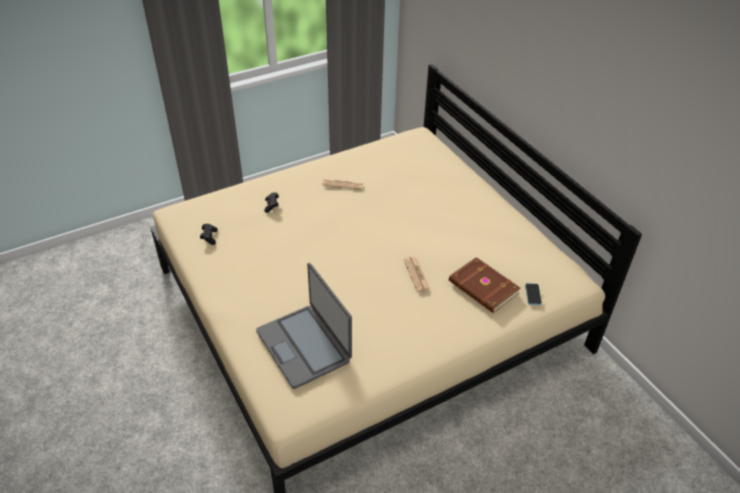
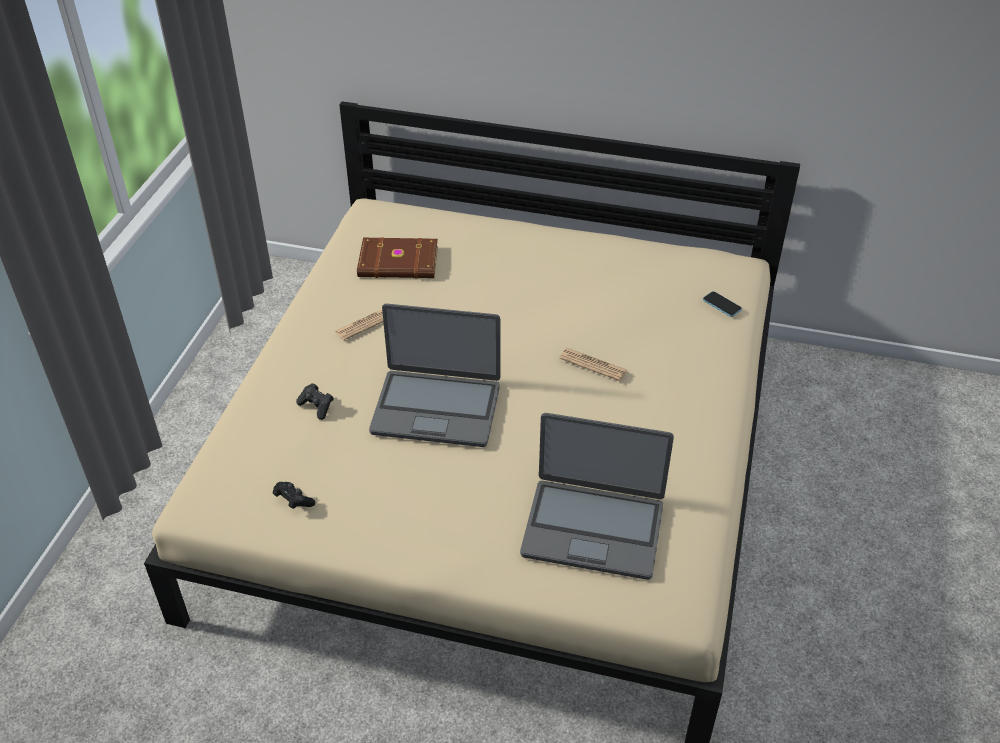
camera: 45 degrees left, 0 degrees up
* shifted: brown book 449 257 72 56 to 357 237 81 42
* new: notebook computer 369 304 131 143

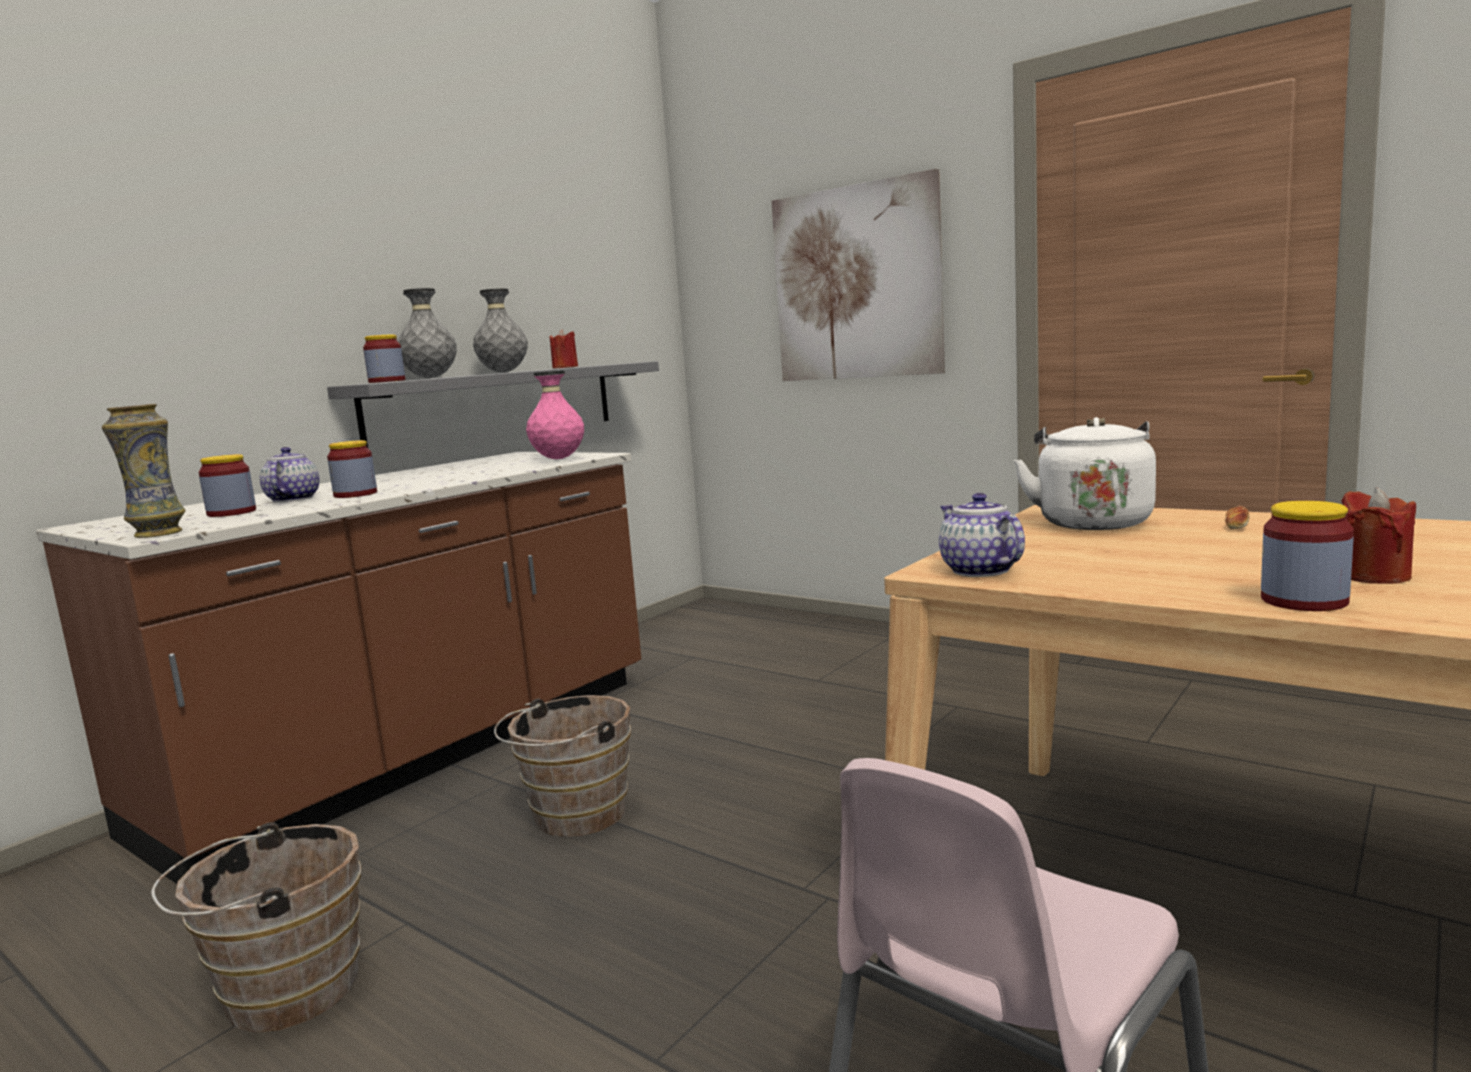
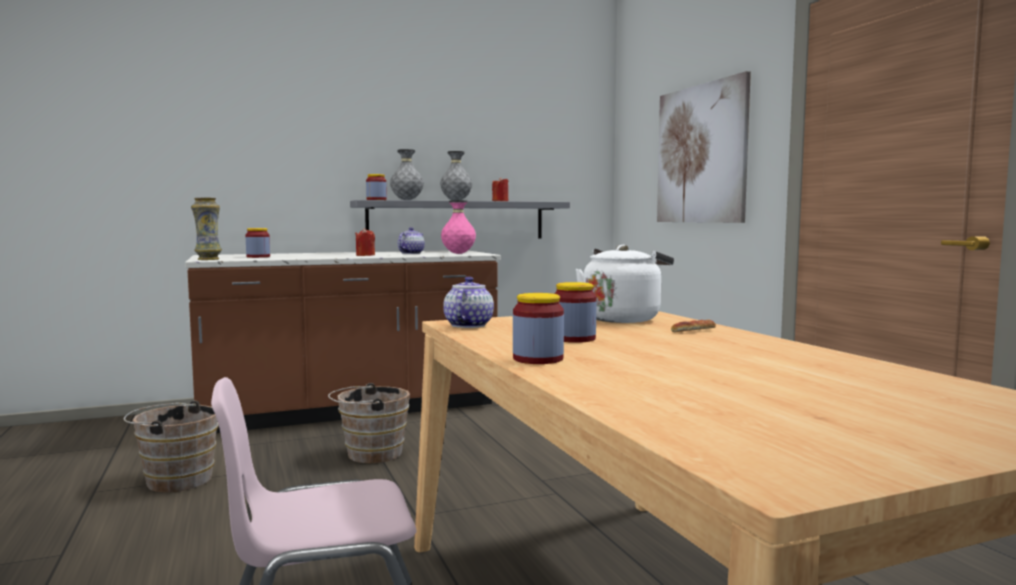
camera: 30 degrees right, 5 degrees down
* shifted: preserve jar 327 440 50 58 to 555 282 42 61
* shifted: pot for tea 260 447 60 55 to 398 227 27 27
* shifted: reddish wax candle 1341 487 75 97 to 355 228 20 28

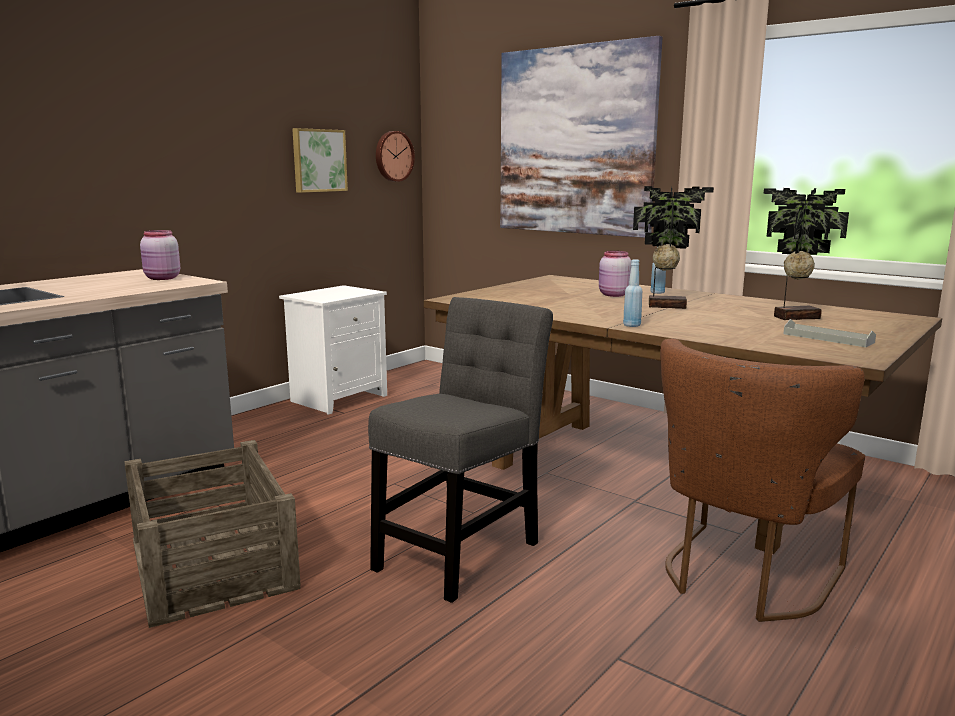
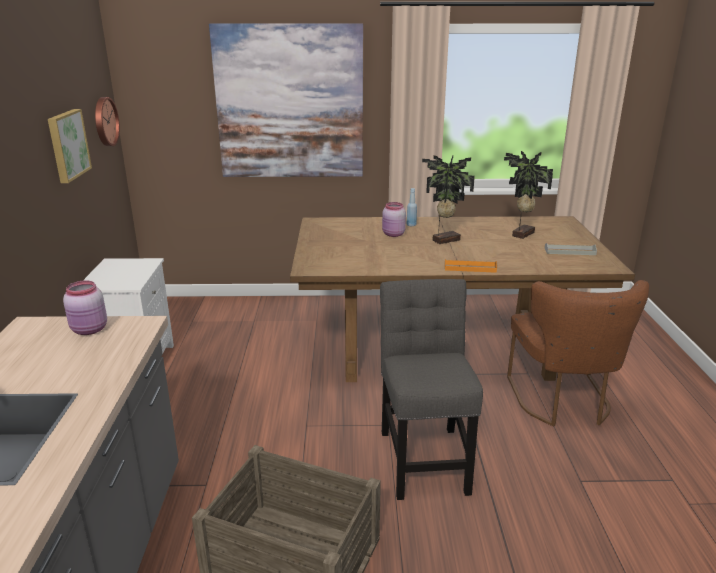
camera: 40 degrees left, 10 degrees up
* swapped: blue-coloured beverage bottle 623 259 19 68 to orangey carrying tray 445 259 52 14

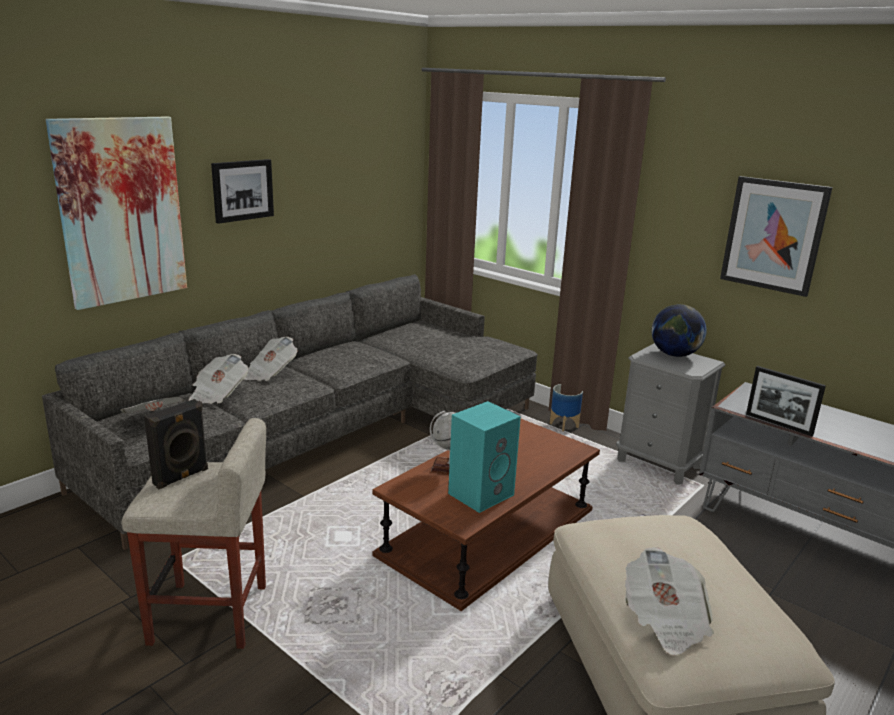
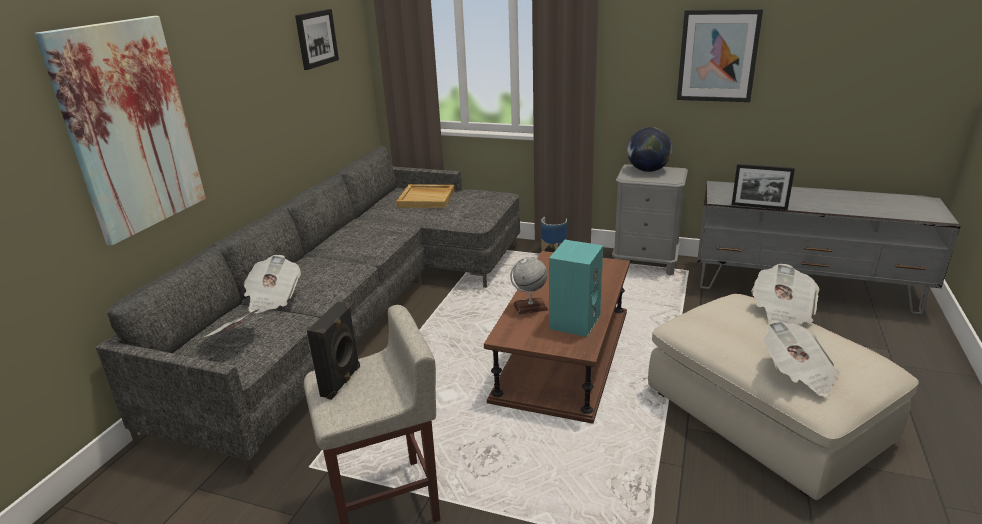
camera: 20 degrees left, 5 degrees up
* shifted: picture 211 159 63 65 to 295 9 44 61
* shifted: newspaper 245 337 52 44 to 751 264 68 61
* new: sand-coloured carrying tray 396 184 59 24

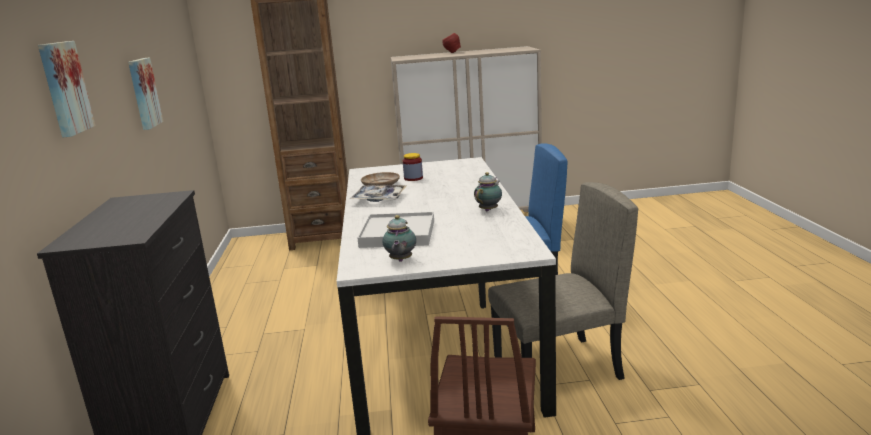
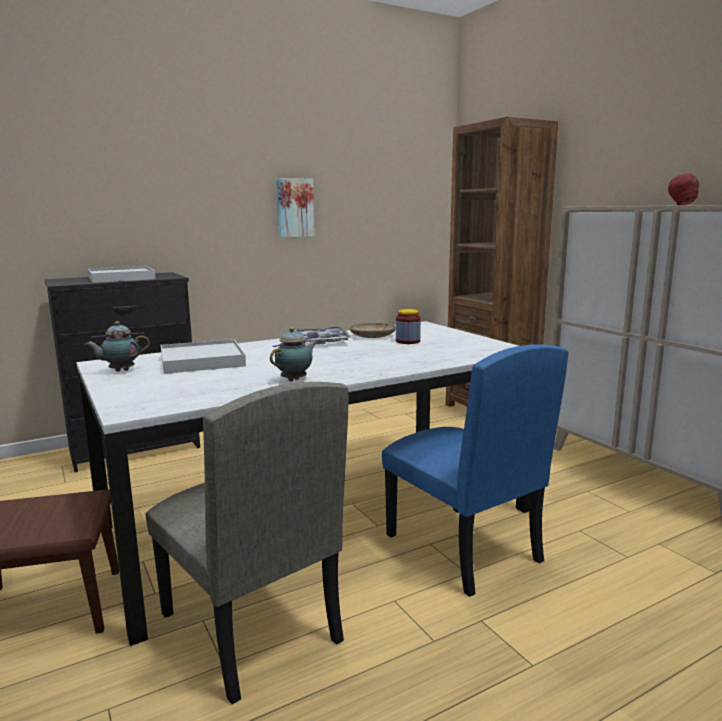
camera: 65 degrees right, 5 degrees down
* gone: picture 38 41 57 96
* rotated: pot for tea 474 172 28 39 = 270 327 47 55 60 degrees counterclockwise
* new: whitish carrying tray 88 266 67 17

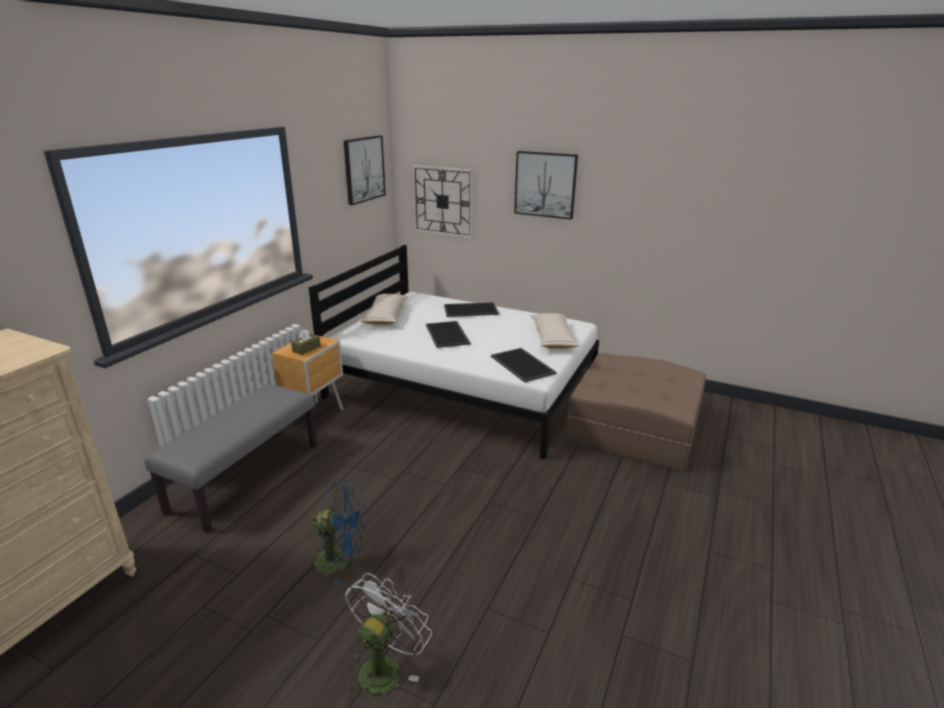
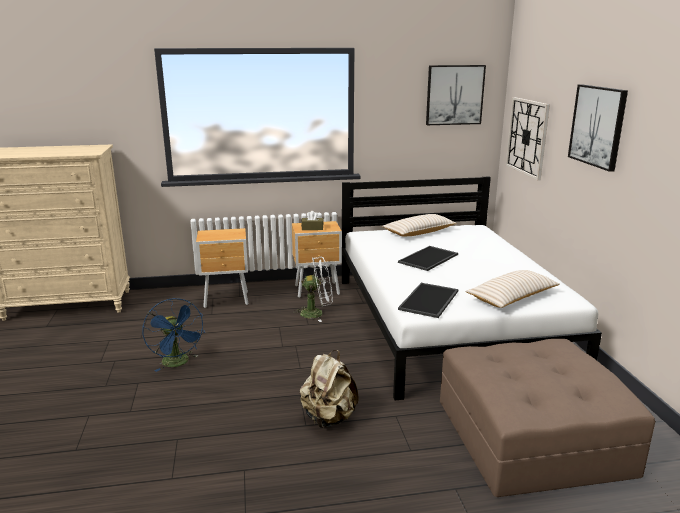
camera: 55 degrees right, 5 degrees down
* gone: carrying tray 444 302 55 15
* swapped: greyish bench 144 384 173 149 to brown bedside table 196 228 53 80
* shifted: whitish fan 345 573 87 125 to 294 257 39 65
* new: sand-coloured rucksack 300 350 59 78

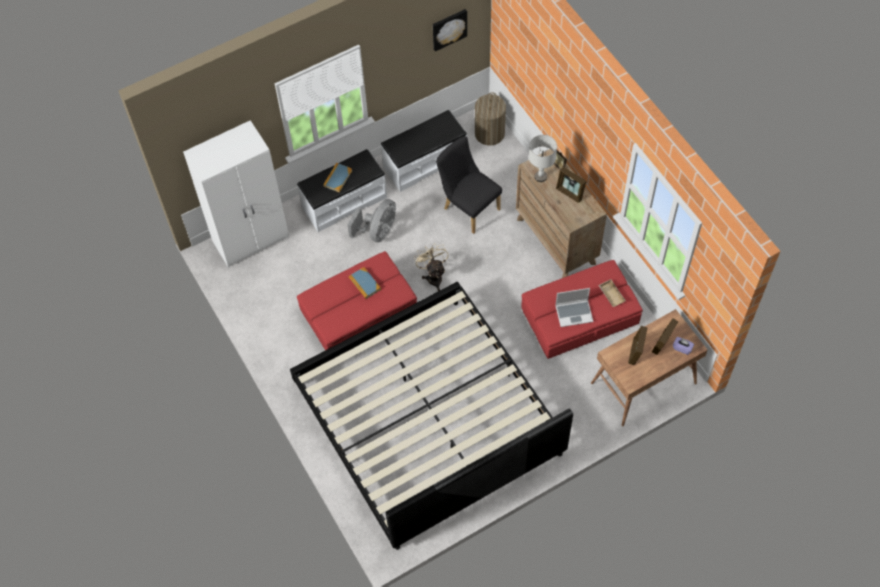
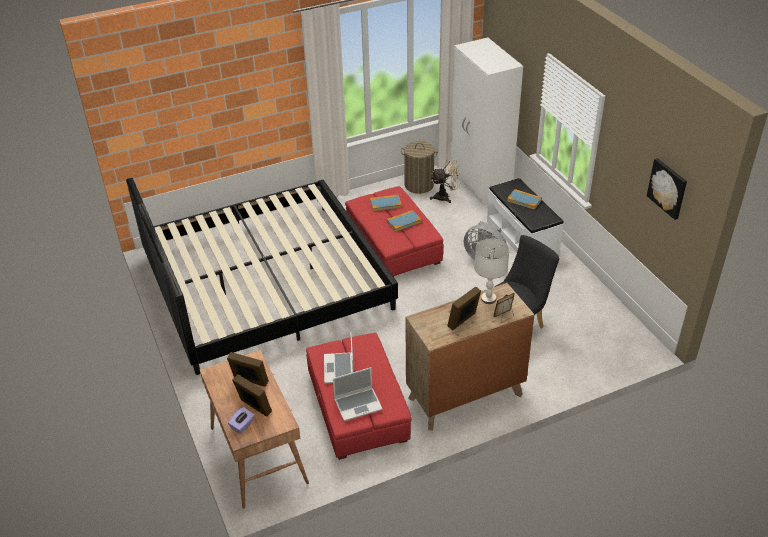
camera: 95 degrees right, 20 degrees down
* shifted: laundry basket 475 92 31 54 to 401 141 37 53
* gone: whitish bench 381 110 86 82
* shifted: sand-coloured fan 414 243 34 48 to 430 159 31 44
* swapped: sand-coloured carrying tray 598 279 28 28 to notebook computer 333 367 50 54
* new: book 370 195 32 16

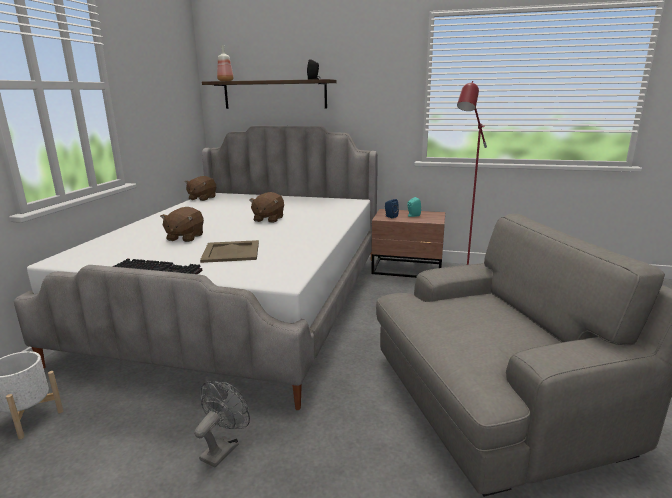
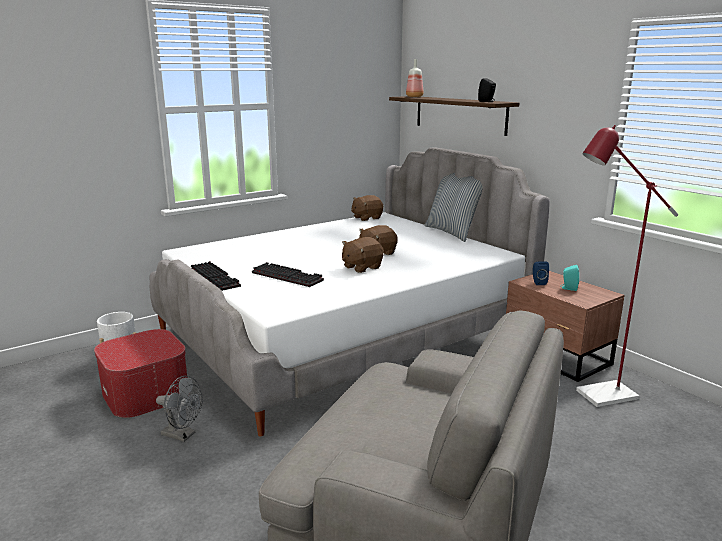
camera: 40 degrees right, 0 degrees up
* shifted: brown cuddly toy 160 207 44 35 to 342 237 42 36
* swapped: sand-coloured carrying tray 200 240 59 23 to computer keyboard 252 262 72 25
* rotated: greyish fan 194 381 56 87 = 156 376 46 66 45 degrees clockwise
* new: cushion 425 173 58 69
* new: ottoman 94 329 93 89

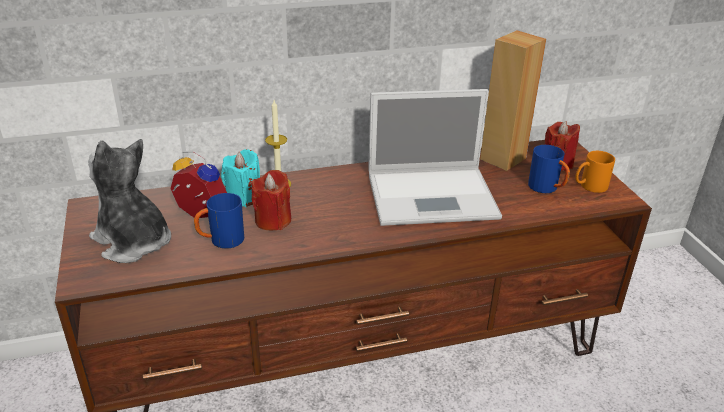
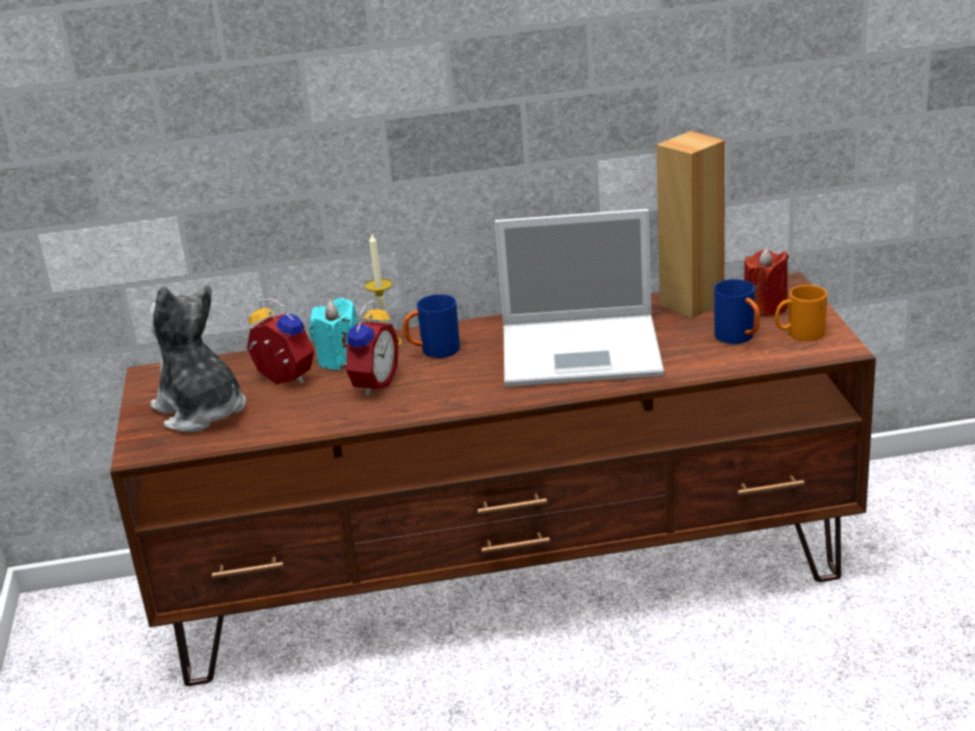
camera: 10 degrees right, 5 degrees down
* swapped: reddish wax candle 251 170 41 61 to table clock 345 300 54 96
* shifted: blue-coloured coffee mug 194 193 50 56 to 403 294 57 64

